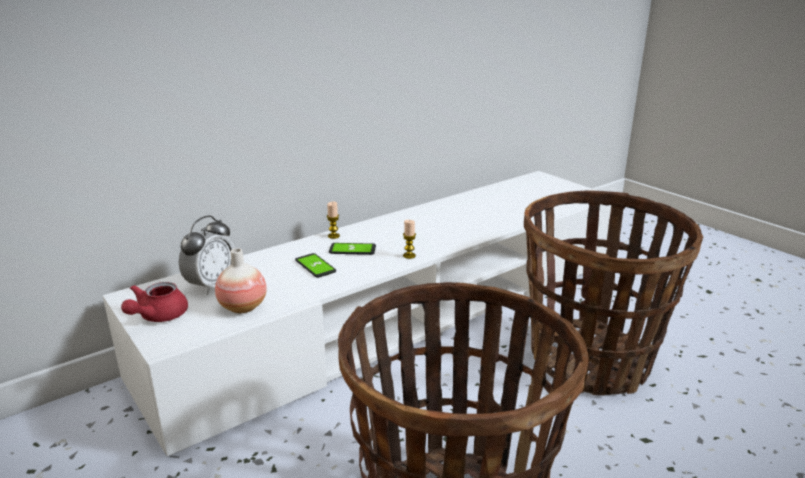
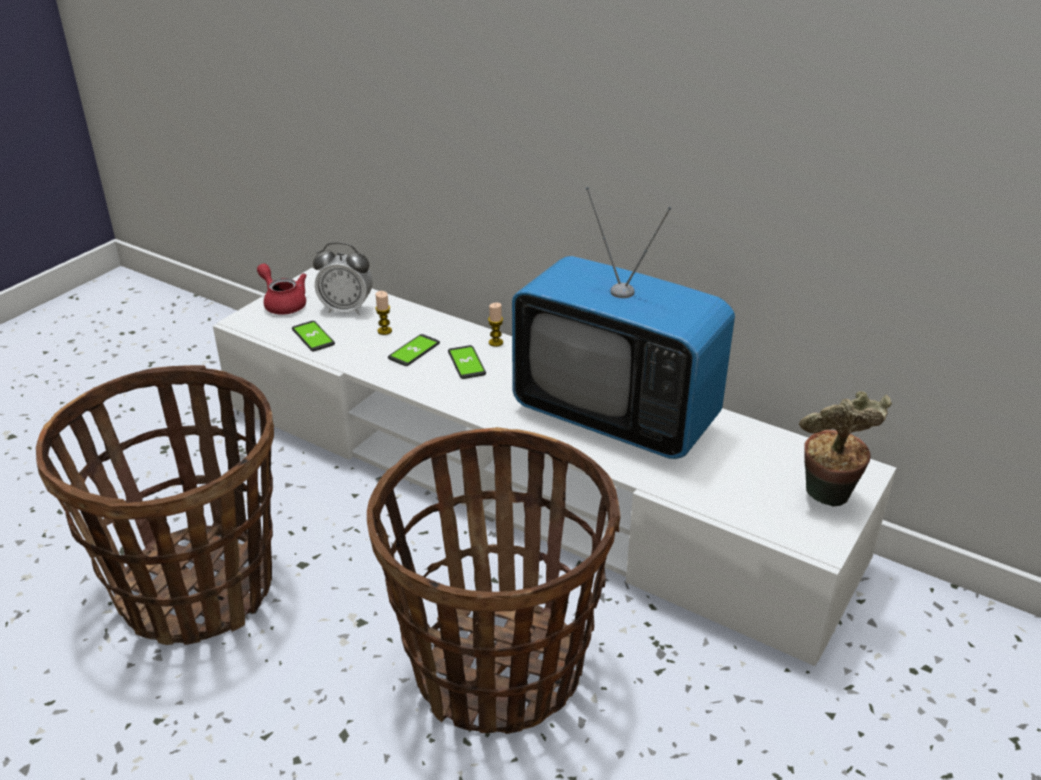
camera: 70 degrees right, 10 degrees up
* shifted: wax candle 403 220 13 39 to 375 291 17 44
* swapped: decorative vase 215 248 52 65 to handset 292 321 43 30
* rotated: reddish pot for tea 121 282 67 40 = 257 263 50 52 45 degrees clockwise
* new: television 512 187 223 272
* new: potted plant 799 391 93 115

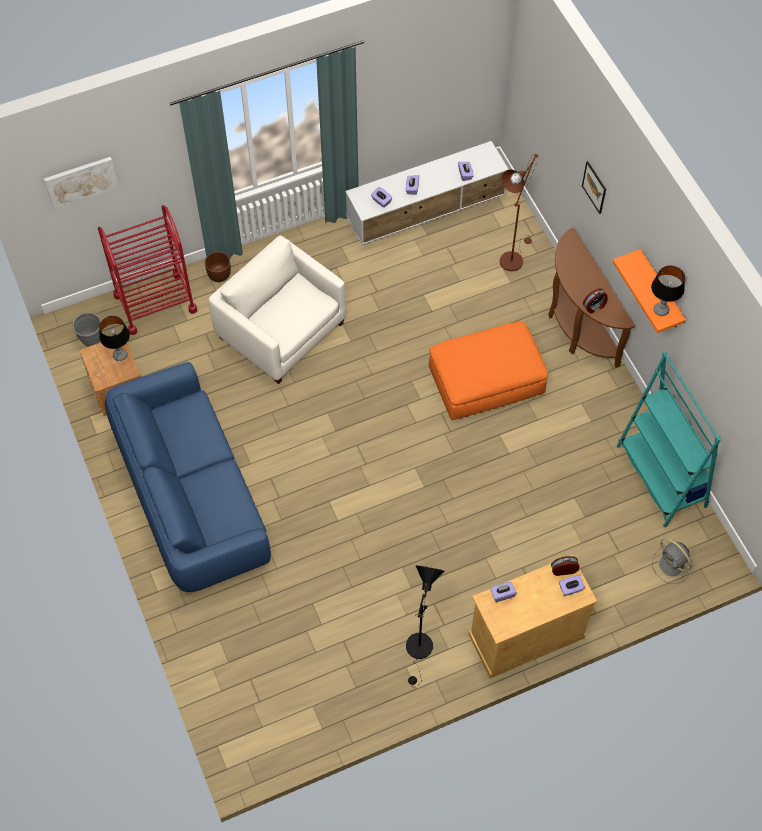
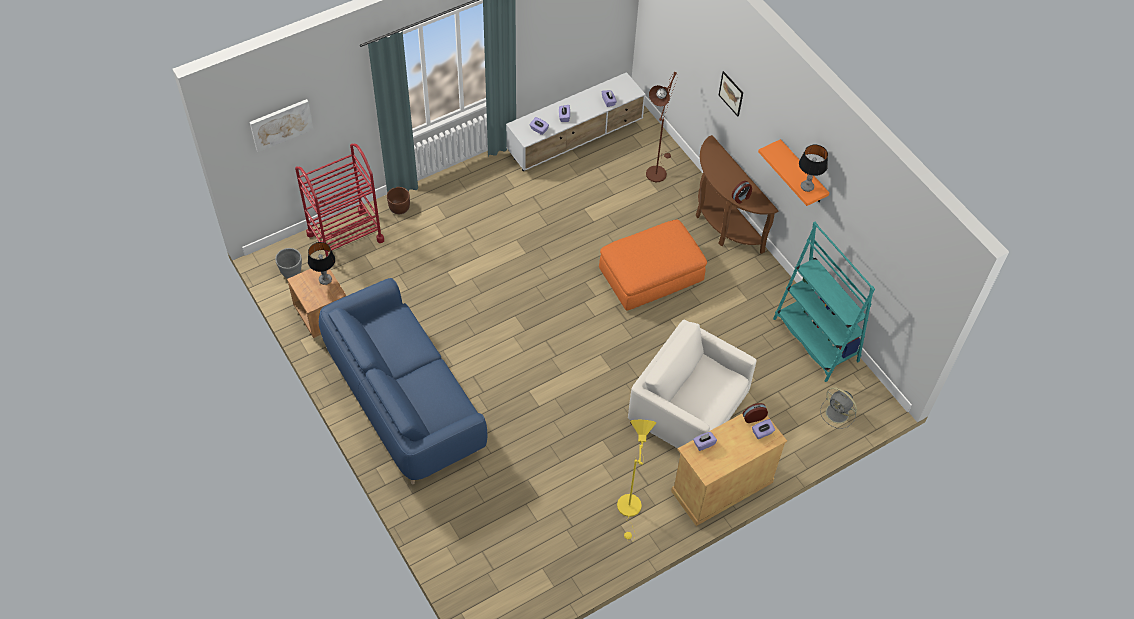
camera: 10 degrees left, 5 degrees down
* shifted: whitish armchair 209 235 137 149 to 628 320 129 128
* repainted: blackish standard lamp 406 566 39 122 to yellowish standard lamp 617 420 39 122

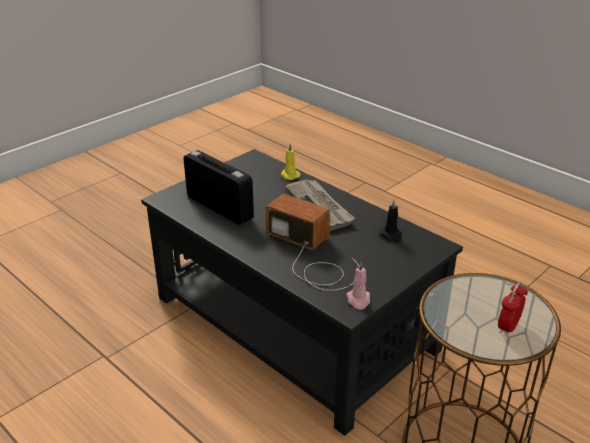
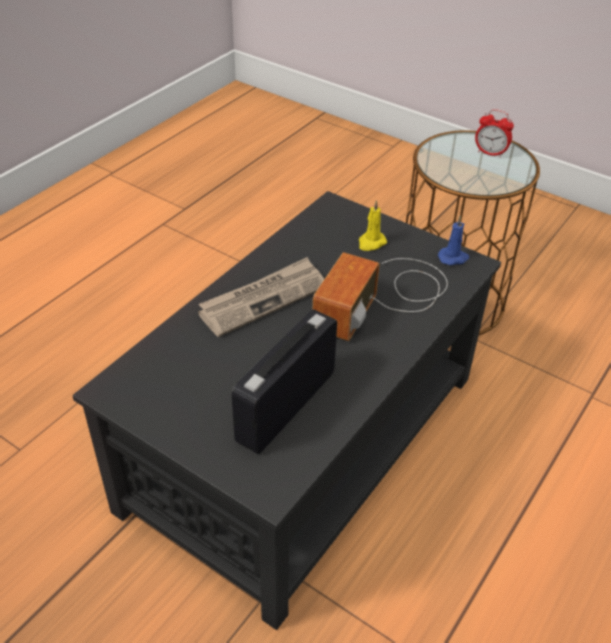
camera: 100 degrees left, 10 degrees up
* shifted: yellowish wax candle 281 144 19 36 to 359 200 28 51
* gone: blackish wax candle 379 200 23 42
* repainted: pink-coloured wax candle 346 262 25 48 to blue-coloured wax candle 438 215 31 50

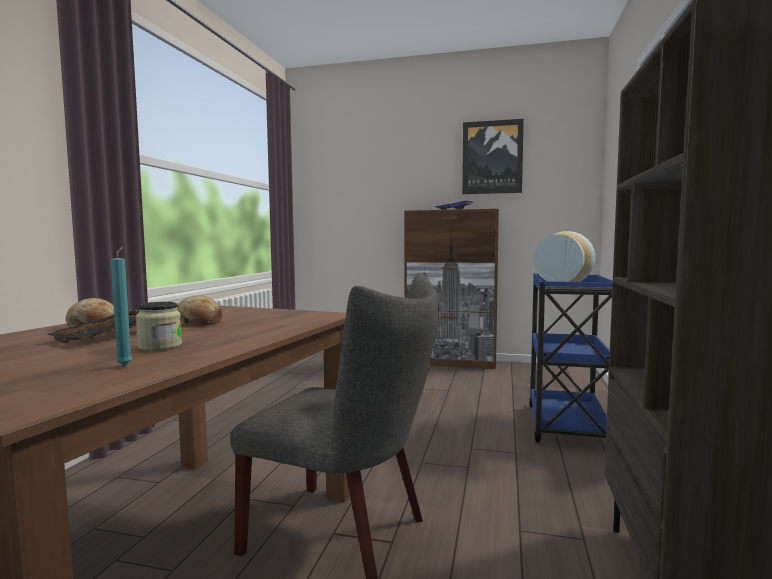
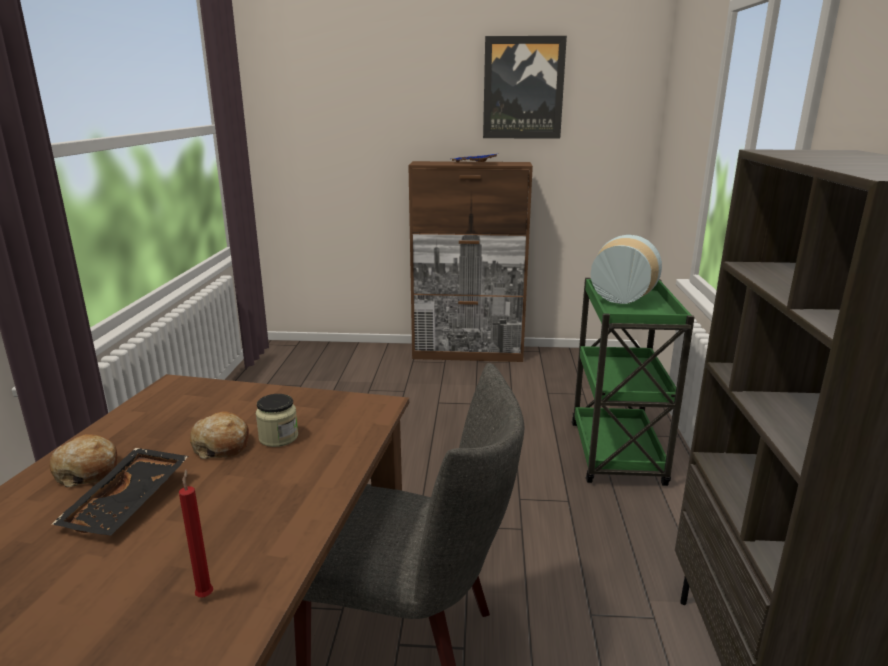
camera: 10 degrees left, 15 degrees up
* repainted: blue-green wax candle 111 247 22 119 to reddish wax candle 179 469 34 128
* repainted: blue-coloured cart 529 274 84 169 to green-coloured cart 572 278 123 208
* shifted: preserve jar 136 302 46 49 to 256 394 42 53

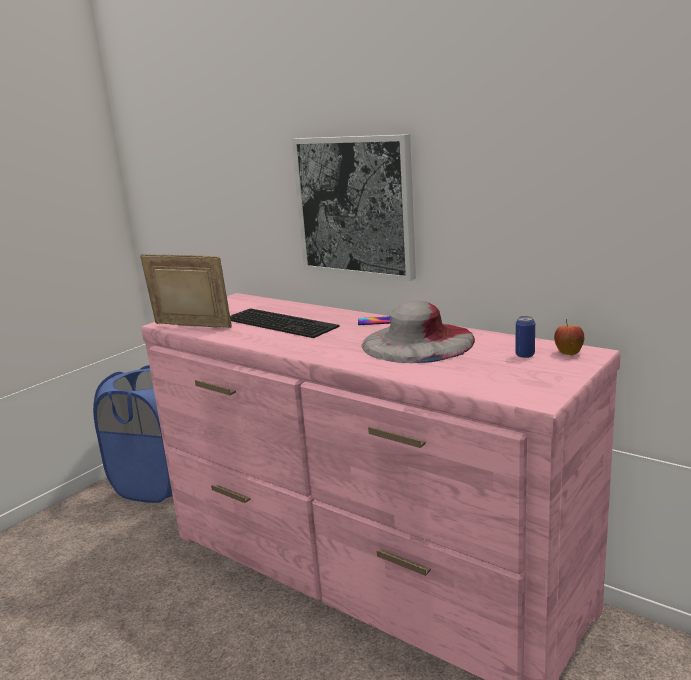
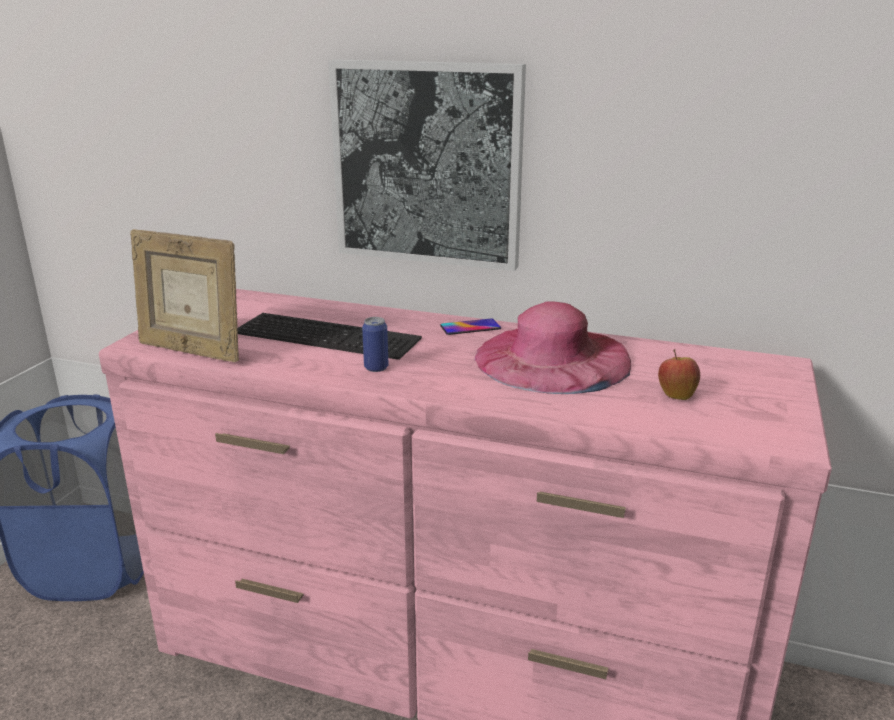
camera: 20 degrees left, 5 degrees up
* rotated: standing frame 140 254 92 74 = 130 229 109 133 150 degrees counterclockwise
* repainted: greyish wearable hat 361 301 114 62 to pink-coloured wearable hat 475 302 156 92
* shifted: metal can 515 316 20 42 to 362 317 26 55
* shifted: apple fruit 554 319 30 36 to 658 349 42 51

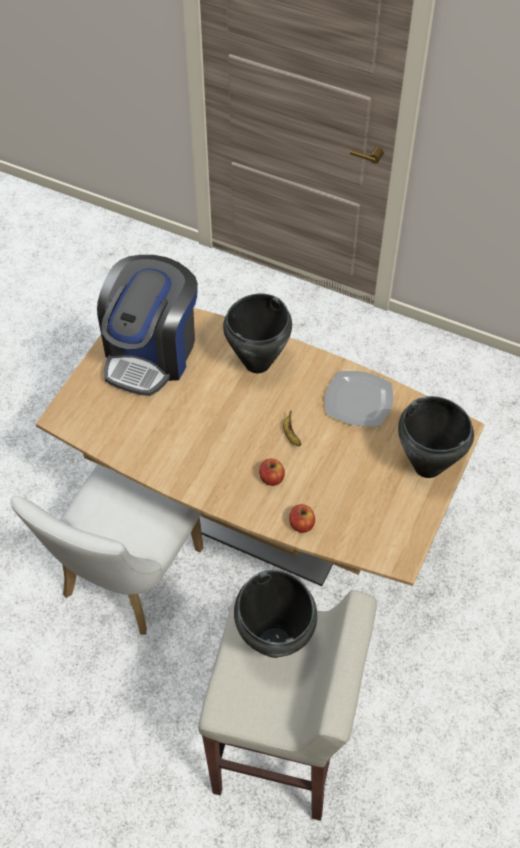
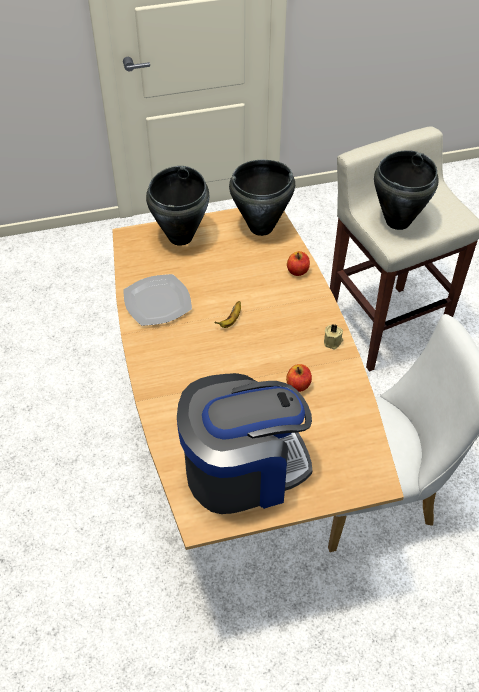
camera: 130 degrees left, 5 degrees down
* shifted: blackish saucepot 223 293 69 80 to 229 160 66 76
* shifted: apple fruit 259 459 26 27 to 286 364 26 28
* new: sand-coloured wax candle 324 324 19 25

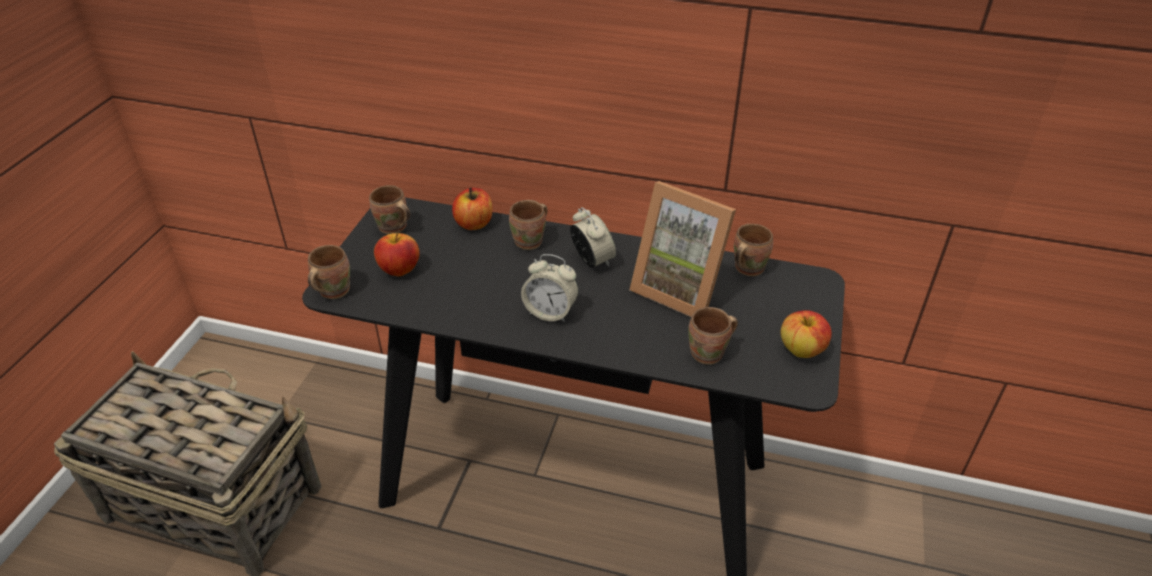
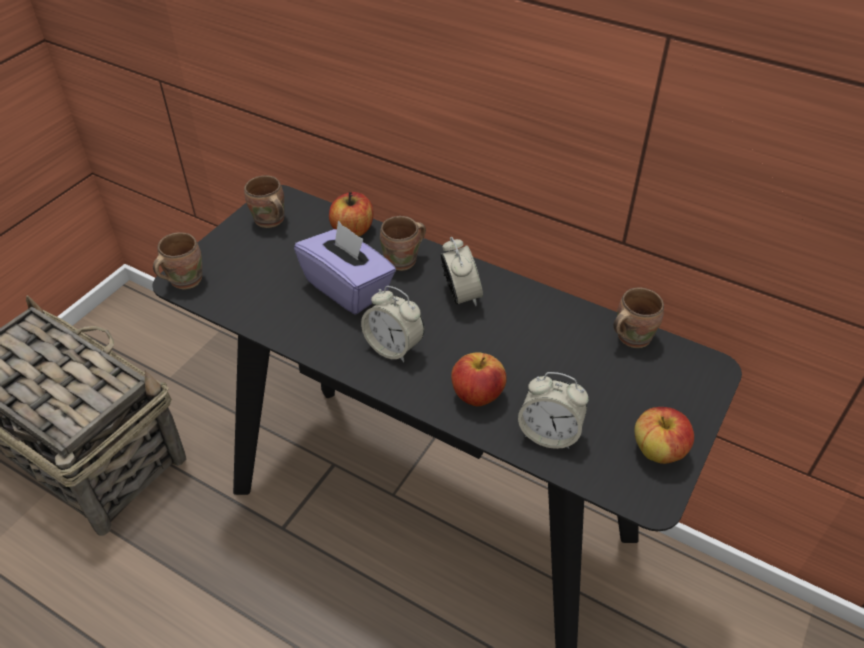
camera: 15 degrees right, 5 degrees up
* gone: standing frame 630 181 106 136
* shifted: apple fruit 374 233 46 43 to 451 352 56 54
* swapped: brown coffee mug 688 307 50 58 to table clock 518 372 71 77
* new: purplish tissue holder 294 220 102 94

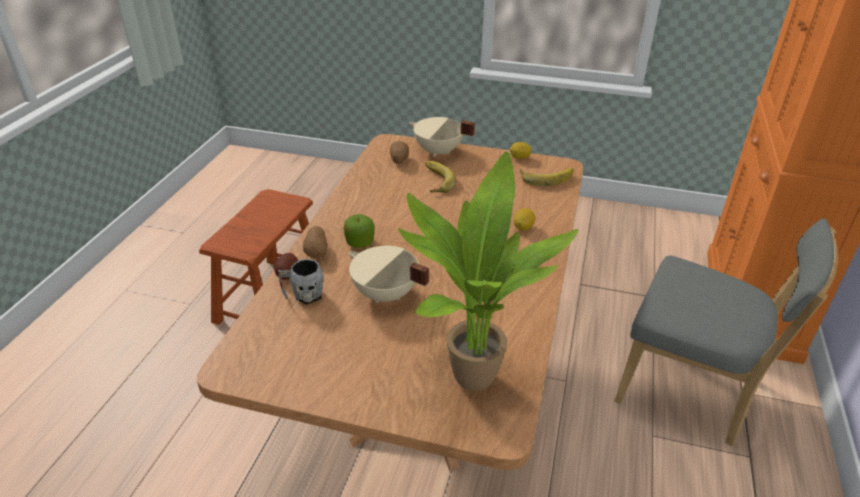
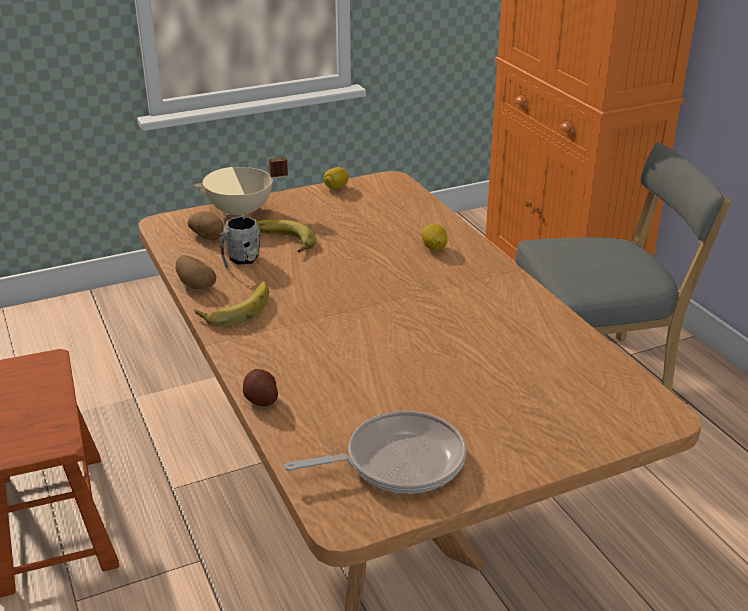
camera: 40 degrees left, 5 degrees down
* gone: potted plant 398 152 180 239
* shifted: banana fruit 520 168 54 18 to 195 282 74 45
* gone: apple fruit 344 214 31 34
* shifted: spud 303 226 24 33 to 176 255 41 34
* gone: sand-coloured saucepot 349 246 80 57
* shifted: greyish coffee mug 278 259 46 45 to 219 217 41 51
* new: frying pan 284 411 182 82

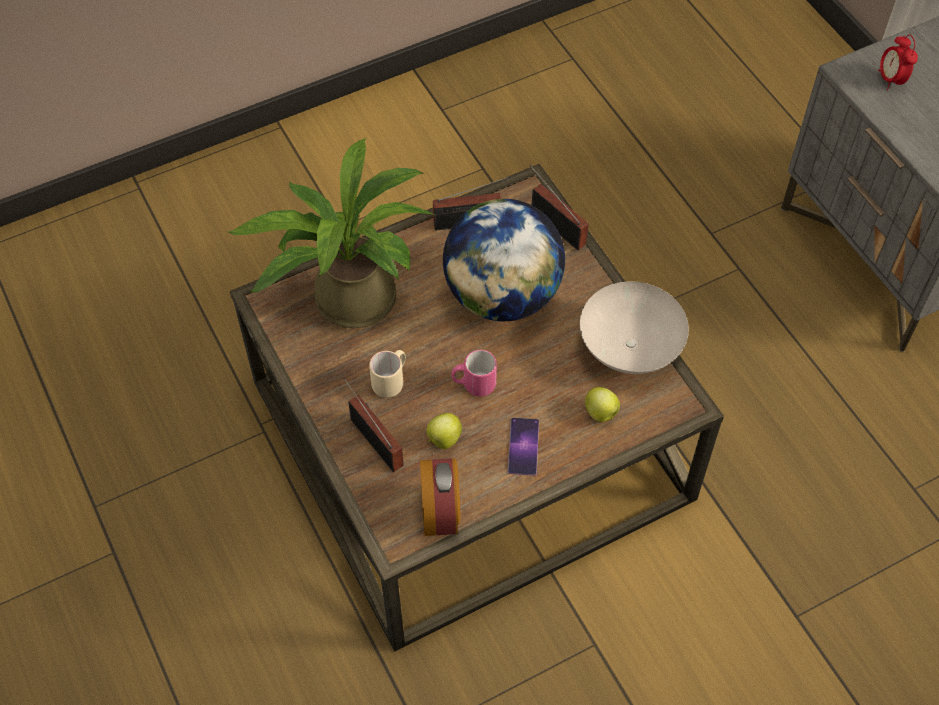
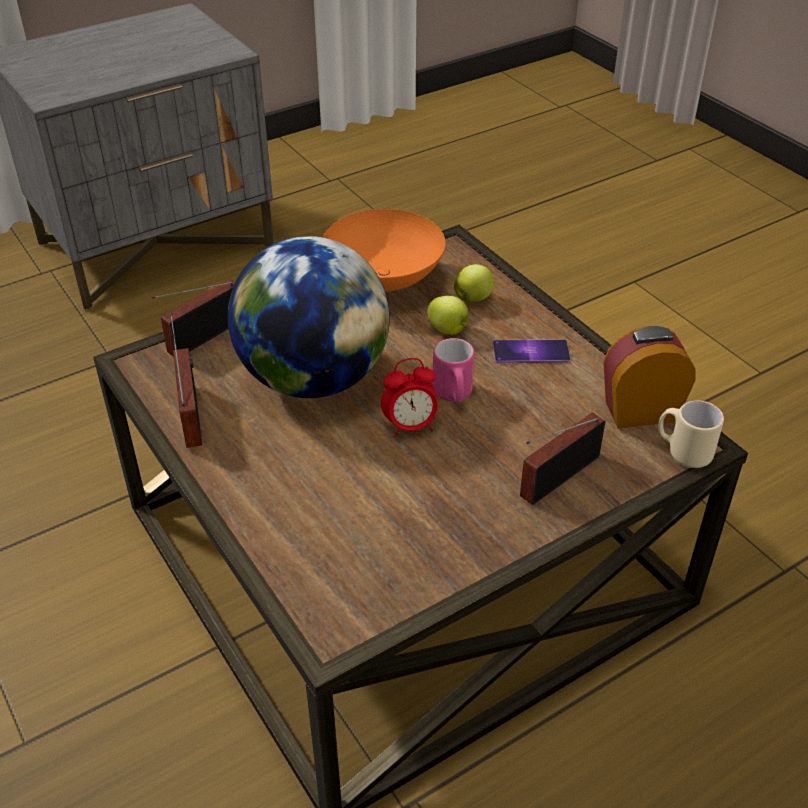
camera: 95 degrees left, 15 degrees down
* shifted: table clock 878 34 40 56 to 381 358 57 80
* gone: potted plant 227 138 207 190
* repainted: whitish bowl 580 282 109 92 to orangey bowl 323 209 123 83
* shifted: sand-coloured coffee mug 369 350 37 48 to 658 400 66 68
* shifted: apple fruit 427 413 35 36 to 427 296 42 39

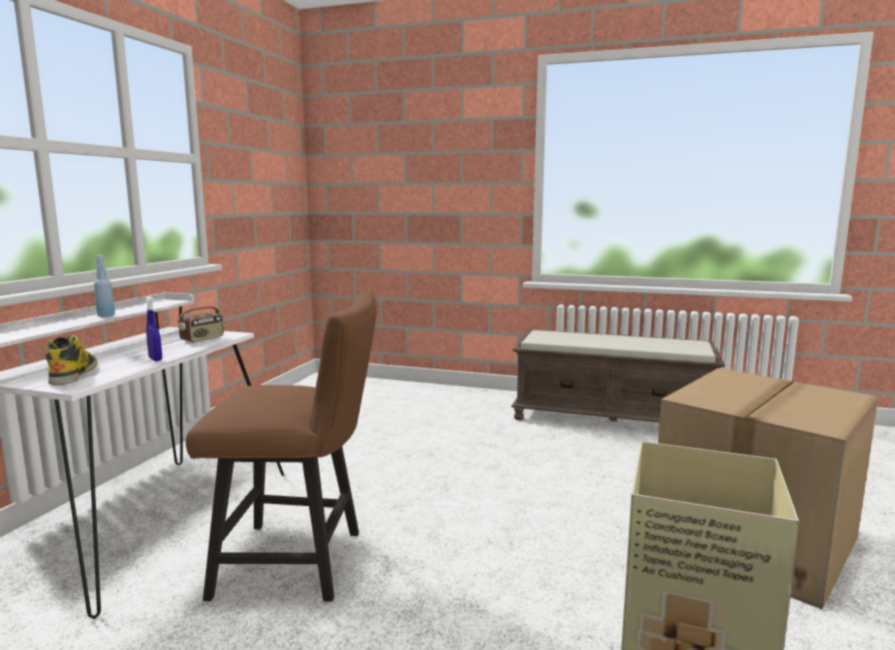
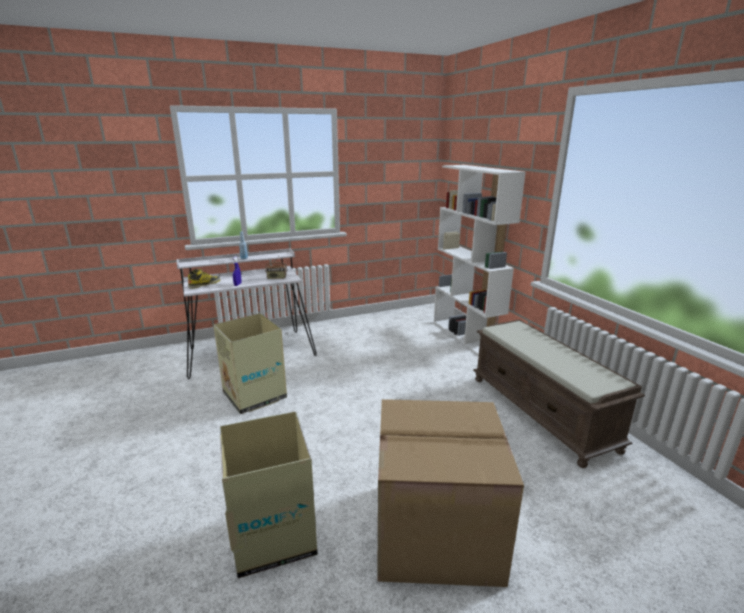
camera: 50 degrees right, 10 degrees up
* swapped: brown upright chair 186 292 191 310 to carton 213 313 74 101
* new: whitish bookshelf 434 165 92 191

